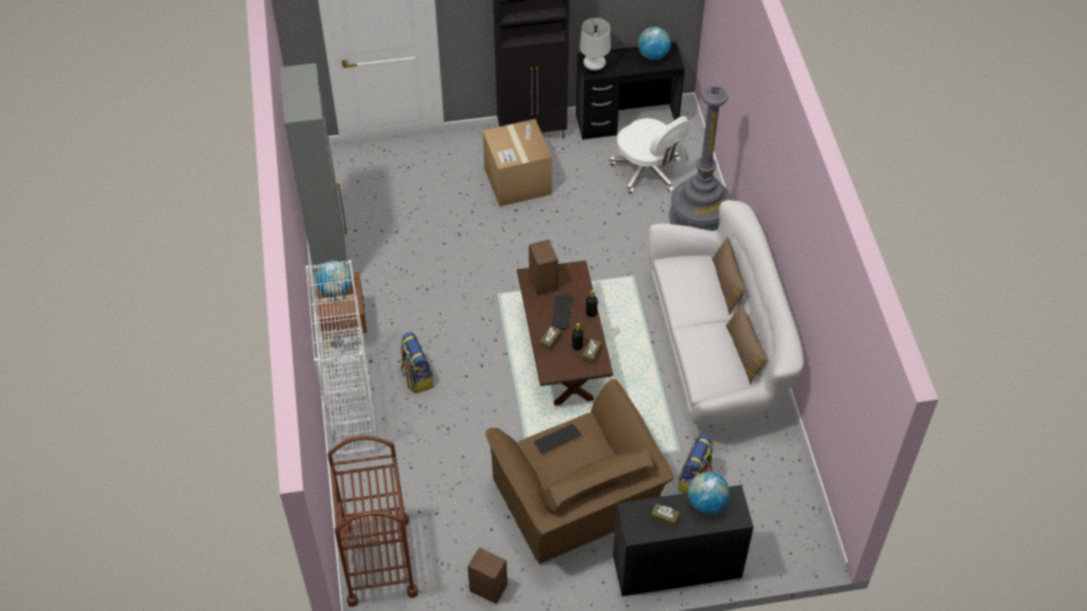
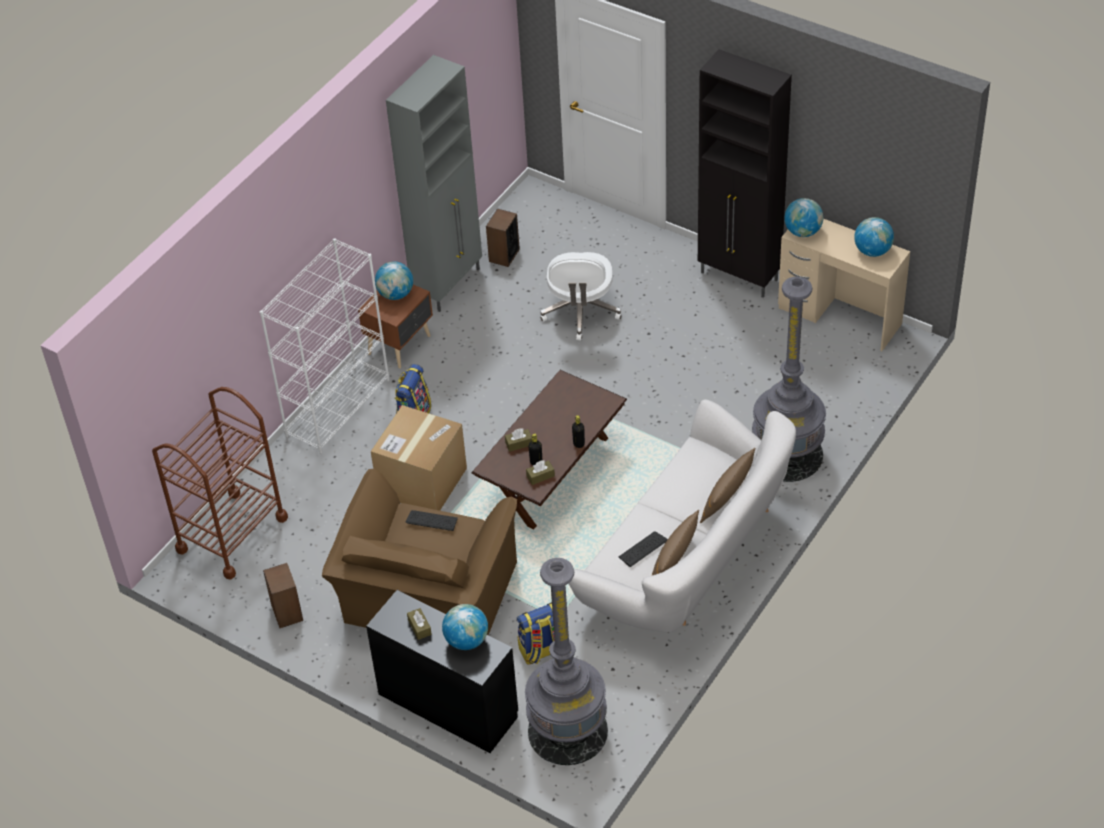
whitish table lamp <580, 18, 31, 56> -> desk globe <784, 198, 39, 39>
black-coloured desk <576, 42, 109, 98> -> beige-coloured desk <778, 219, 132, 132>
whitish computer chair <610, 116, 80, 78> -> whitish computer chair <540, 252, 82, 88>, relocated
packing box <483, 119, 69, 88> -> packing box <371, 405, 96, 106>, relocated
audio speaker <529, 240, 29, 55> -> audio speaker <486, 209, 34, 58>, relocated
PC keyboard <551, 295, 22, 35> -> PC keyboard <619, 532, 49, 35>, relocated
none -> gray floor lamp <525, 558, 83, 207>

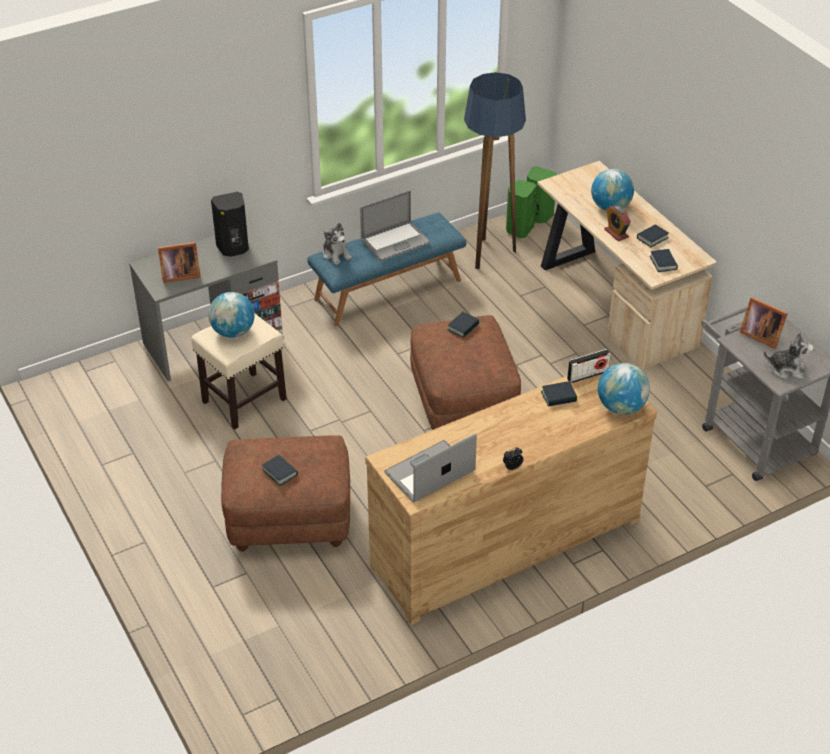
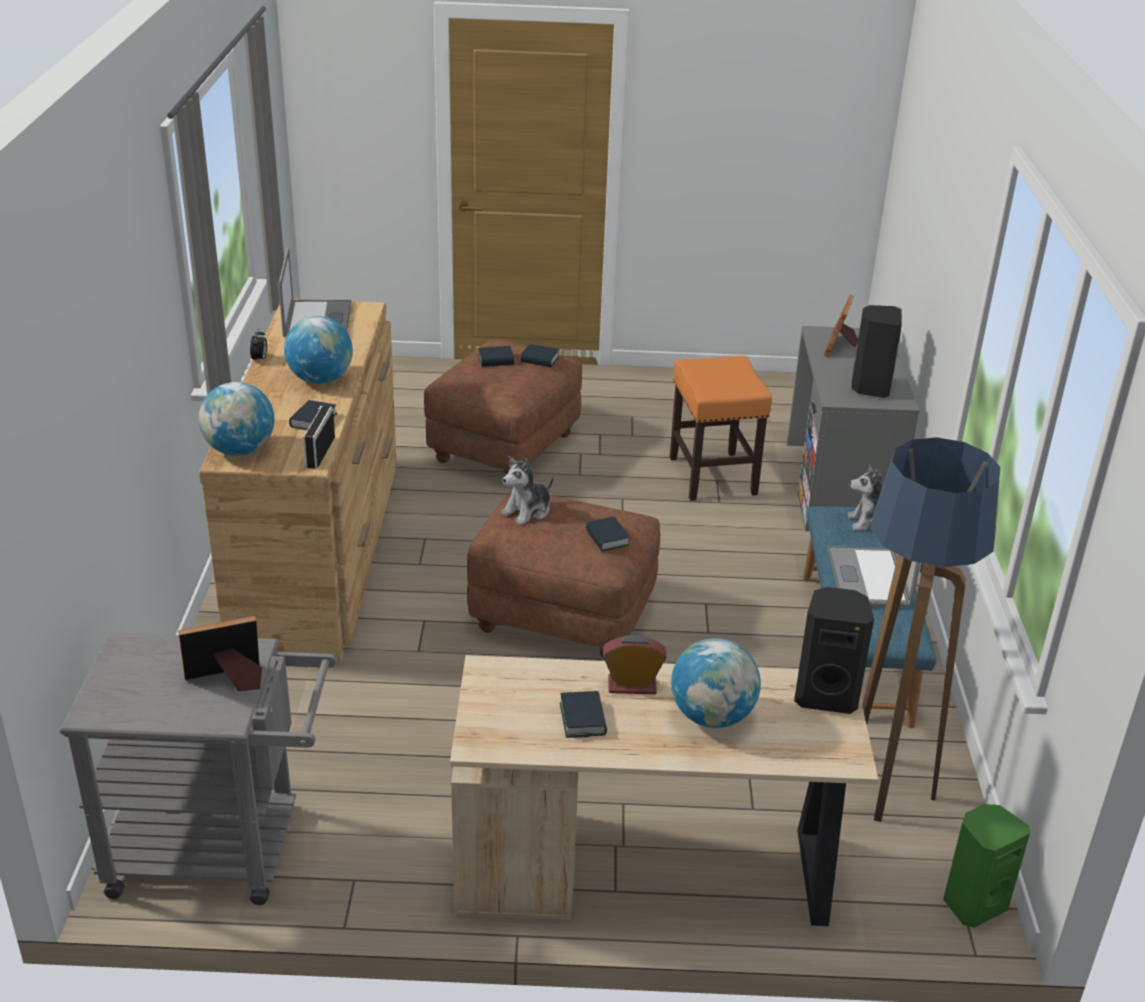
green-coloured audio speaker <506, 180, 31, 58> -> none
book <650, 249, 28, 23> -> book <520, 344, 39, 23>, relocated
desk globe <208, 292, 47, 46> -> desk globe <284, 316, 69, 68>, relocated
beige-coloured sitting stool <191, 314, 96, 116> -> orange-coloured sitting stool <670, 356, 102, 145>
plush toy <764, 332, 50, 47> -> plush toy <501, 456, 52, 69>, relocated
none -> black-coloured audio speaker <794, 587, 80, 127>

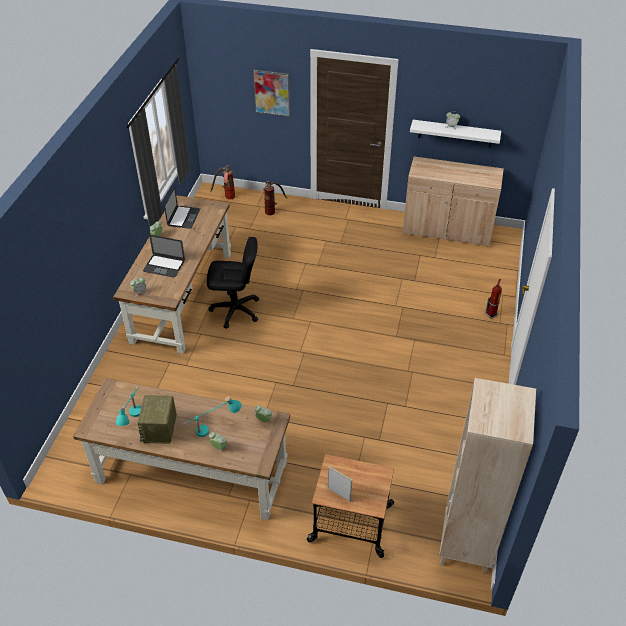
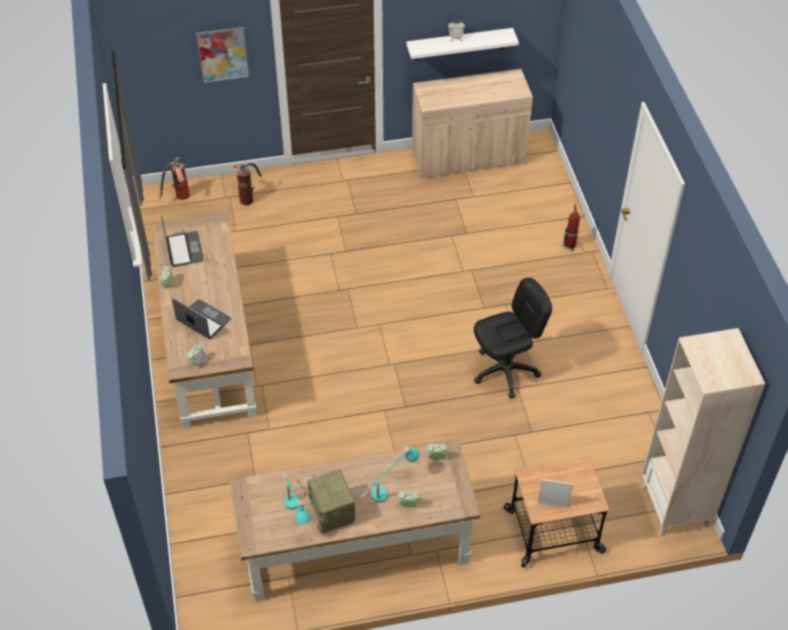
laptop <143, 235, 42, 43> -> laptop <172, 298, 59, 41>, 135 degrees counterclockwise
black-coloured computer chair <207, 237, 52, 92> -> black-coloured computer chair <474, 278, 78, 120>, relocated

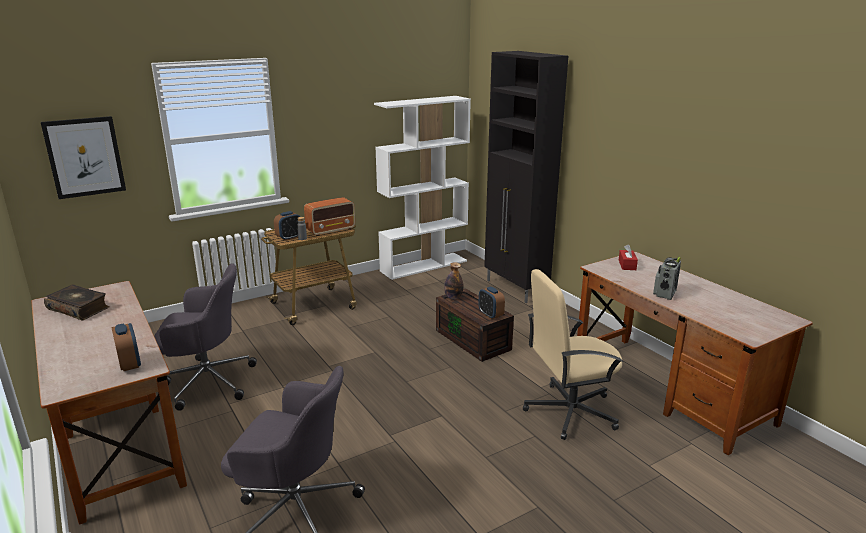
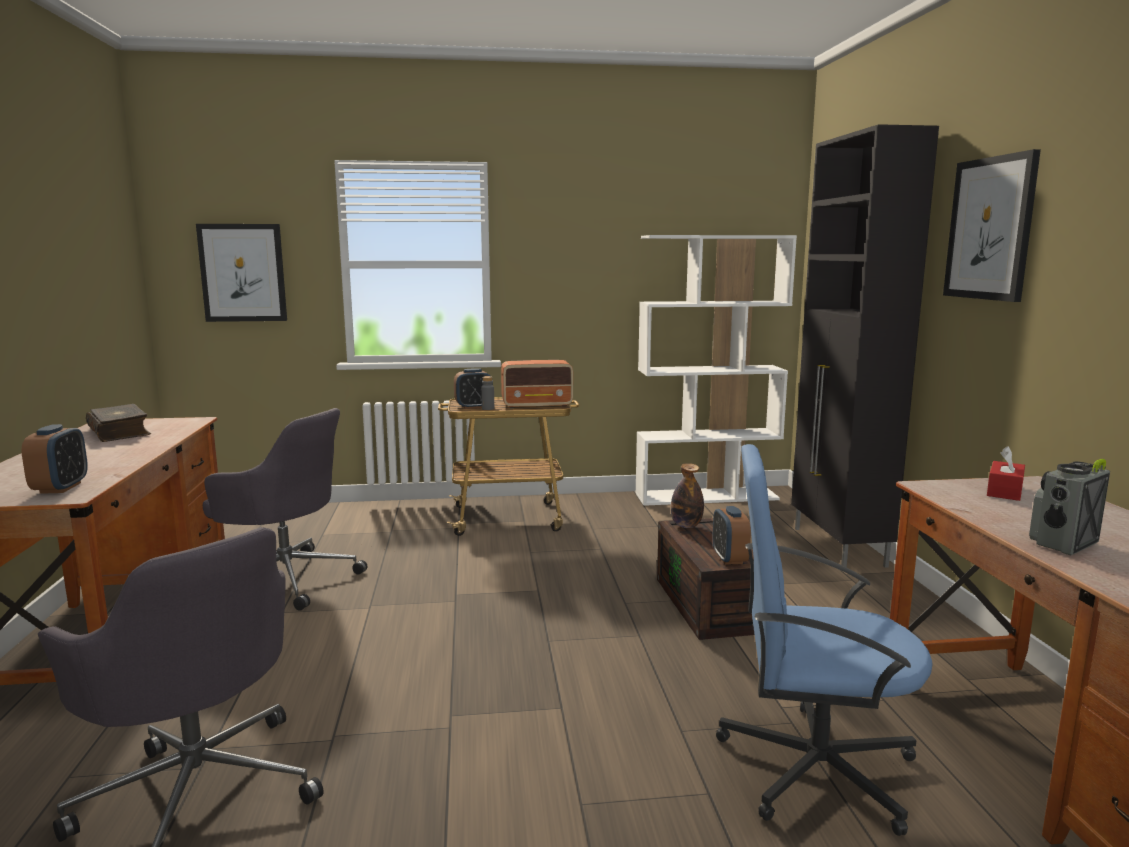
beige-coloured computer chair <523, 269, 100, 171> -> bluish computer chair <716, 444, 217, 392>
none -> wall art <943, 149, 98, 153>

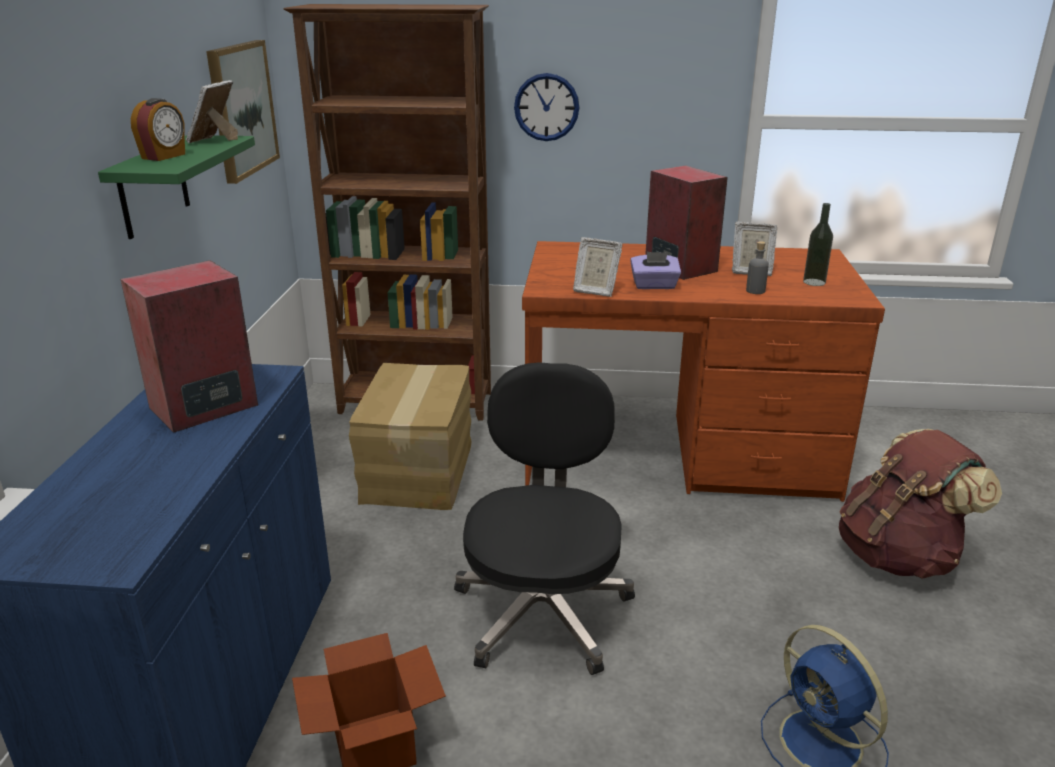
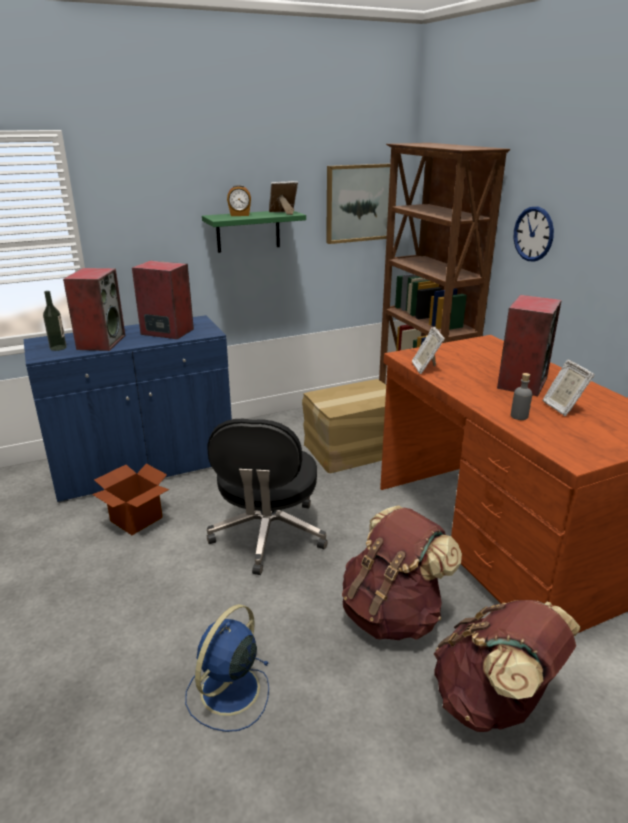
beverage bottle <803, 203, 30, 83> -> beverage bottle <43, 291, 24, 60>, relocated
purple-coloured tissue holder <630, 252, 51, 37> -> none
black-coloured computer chair <454, 362, 181, 313> -> black-coloured computer chair <207, 419, 121, 156>, 120 degrees clockwise
none -> audio speaker <63, 268, 62, 83>
none -> brown backpack <342, 505, 120, 135>

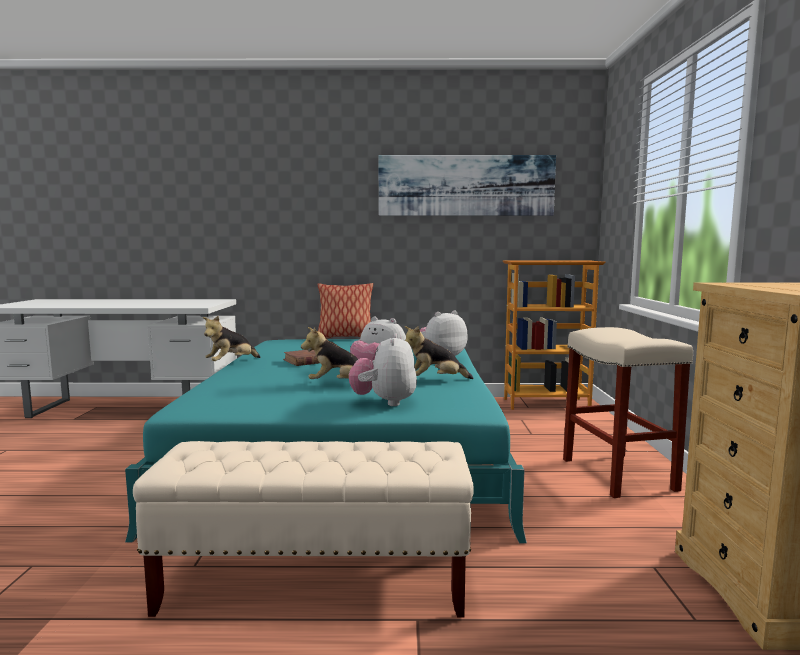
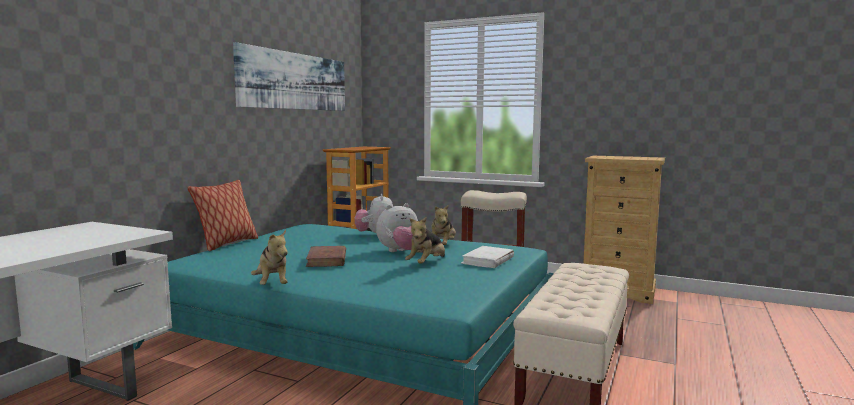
plush toy <349, 333, 68, 73> -> whitish book <461, 246, 53, 22>

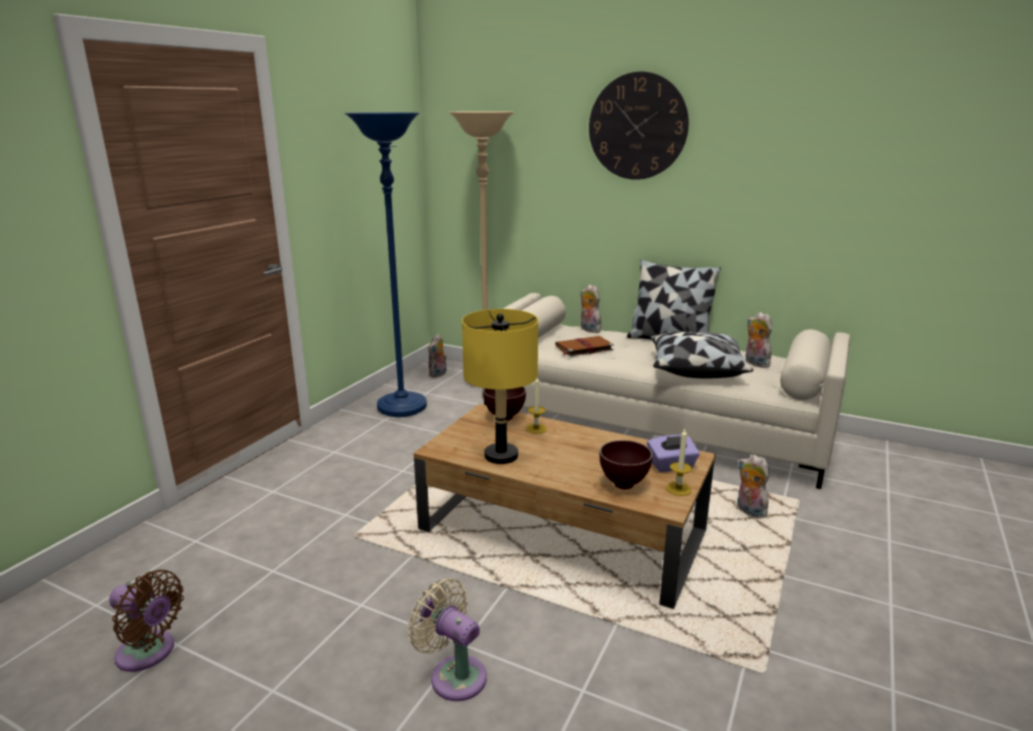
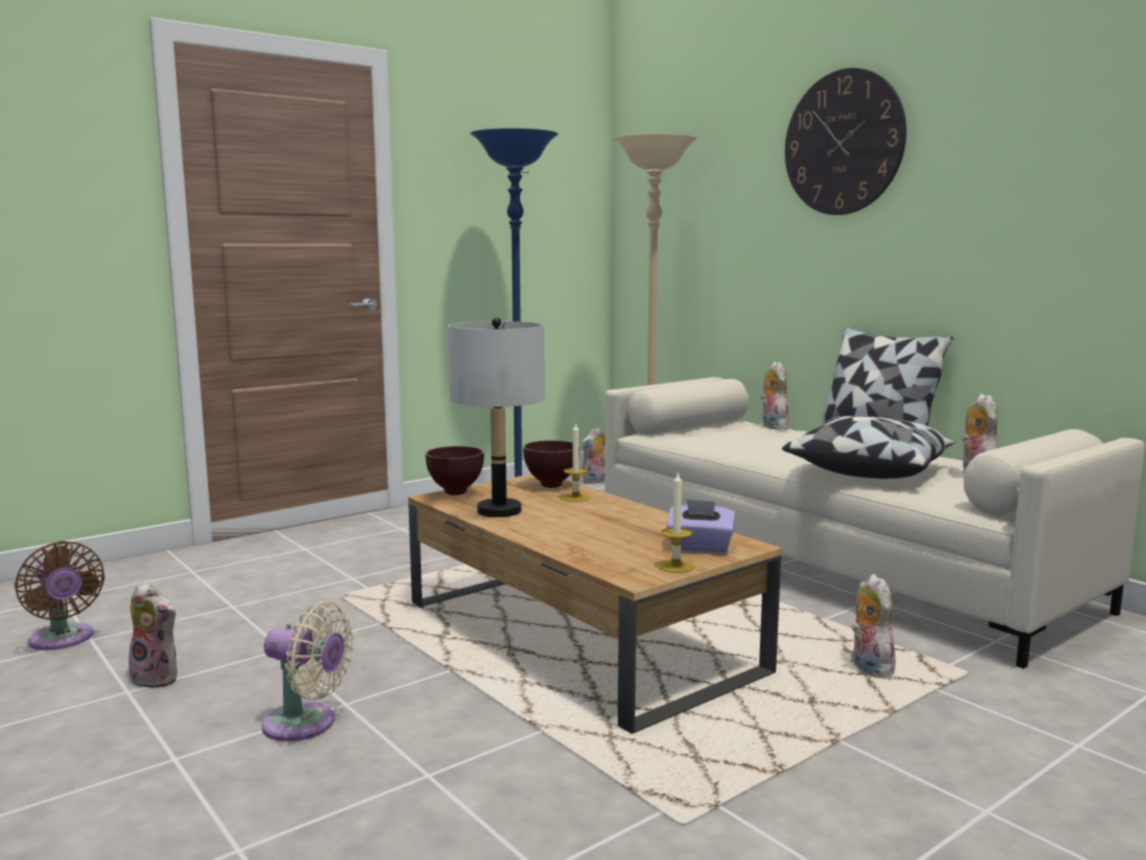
yellowish table lamp <462, 309, 76, 155> -> gray table lamp <448, 317, 97, 200>
brown book <555, 336, 59, 21> -> none
brown bowl <599, 440, 54, 49> -> brown bowl <425, 446, 59, 49>, relocated
beige-coloured cooling fan <408, 578, 79, 123> -> beige-coloured cooling fan <262, 602, 92, 139>, 135 degrees clockwise
none -> plush toy <128, 582, 49, 107>

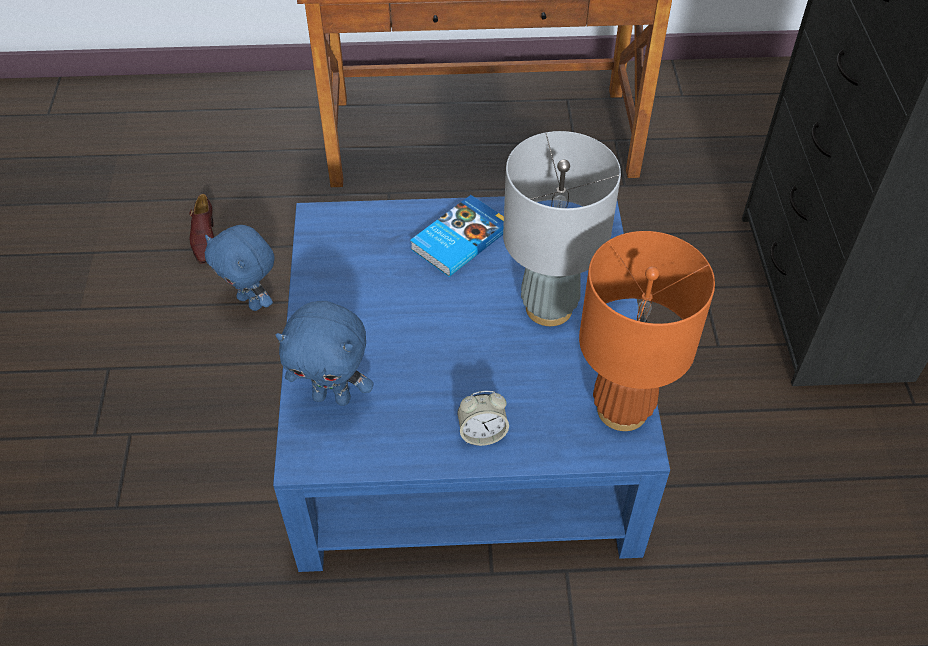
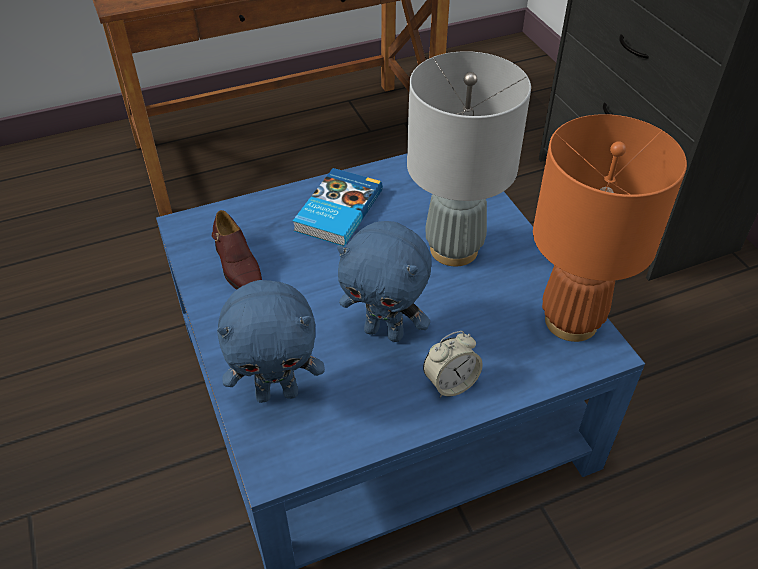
brown low shoe <189, 194, 25, 70> -> brown low shoe <212, 210, 50, 80>, relocated
bluish plush toy <205, 225, 70, 86> -> bluish plush toy <337, 221, 95, 121>, relocated

